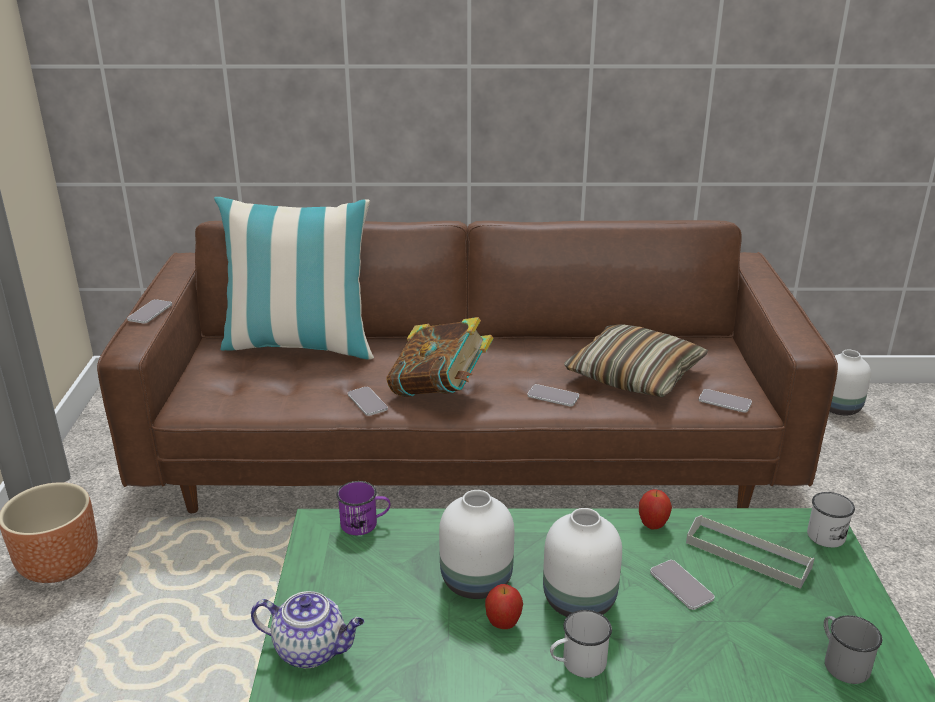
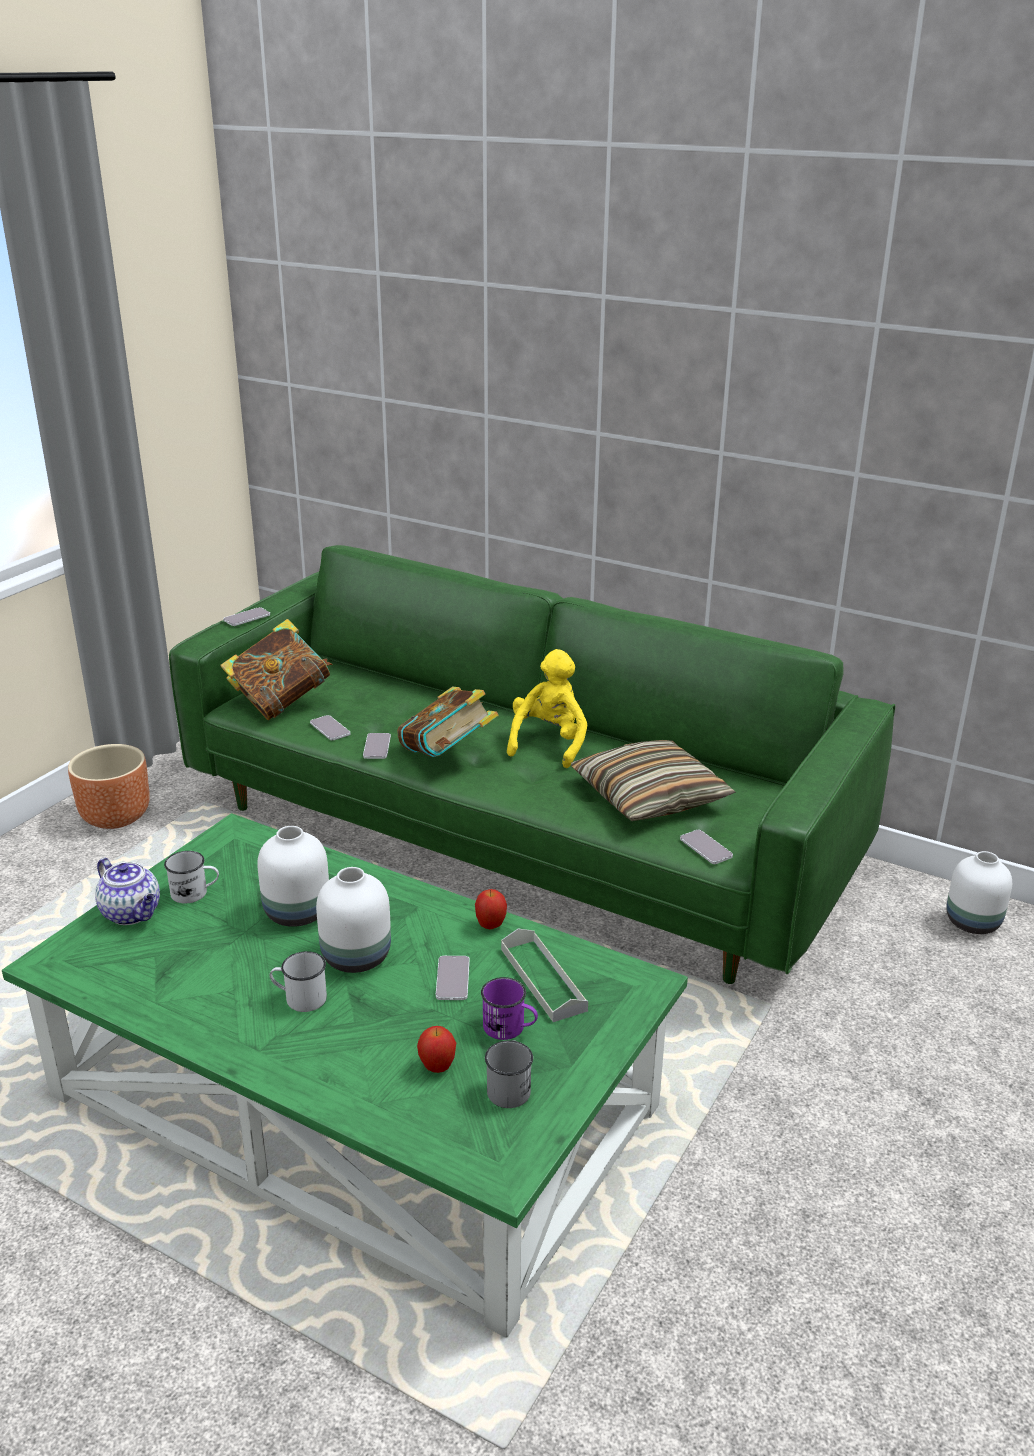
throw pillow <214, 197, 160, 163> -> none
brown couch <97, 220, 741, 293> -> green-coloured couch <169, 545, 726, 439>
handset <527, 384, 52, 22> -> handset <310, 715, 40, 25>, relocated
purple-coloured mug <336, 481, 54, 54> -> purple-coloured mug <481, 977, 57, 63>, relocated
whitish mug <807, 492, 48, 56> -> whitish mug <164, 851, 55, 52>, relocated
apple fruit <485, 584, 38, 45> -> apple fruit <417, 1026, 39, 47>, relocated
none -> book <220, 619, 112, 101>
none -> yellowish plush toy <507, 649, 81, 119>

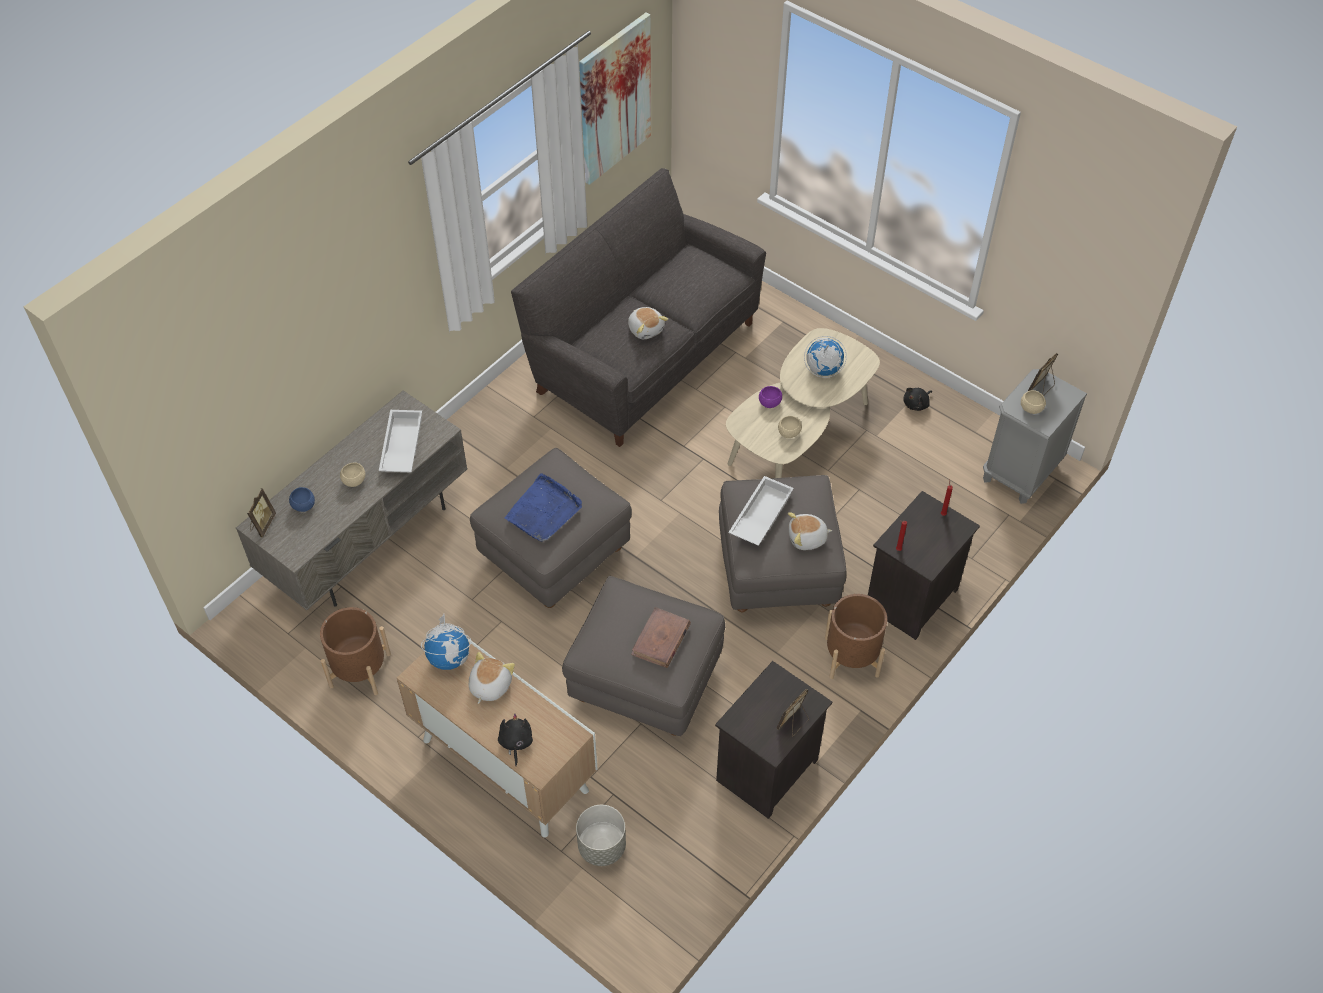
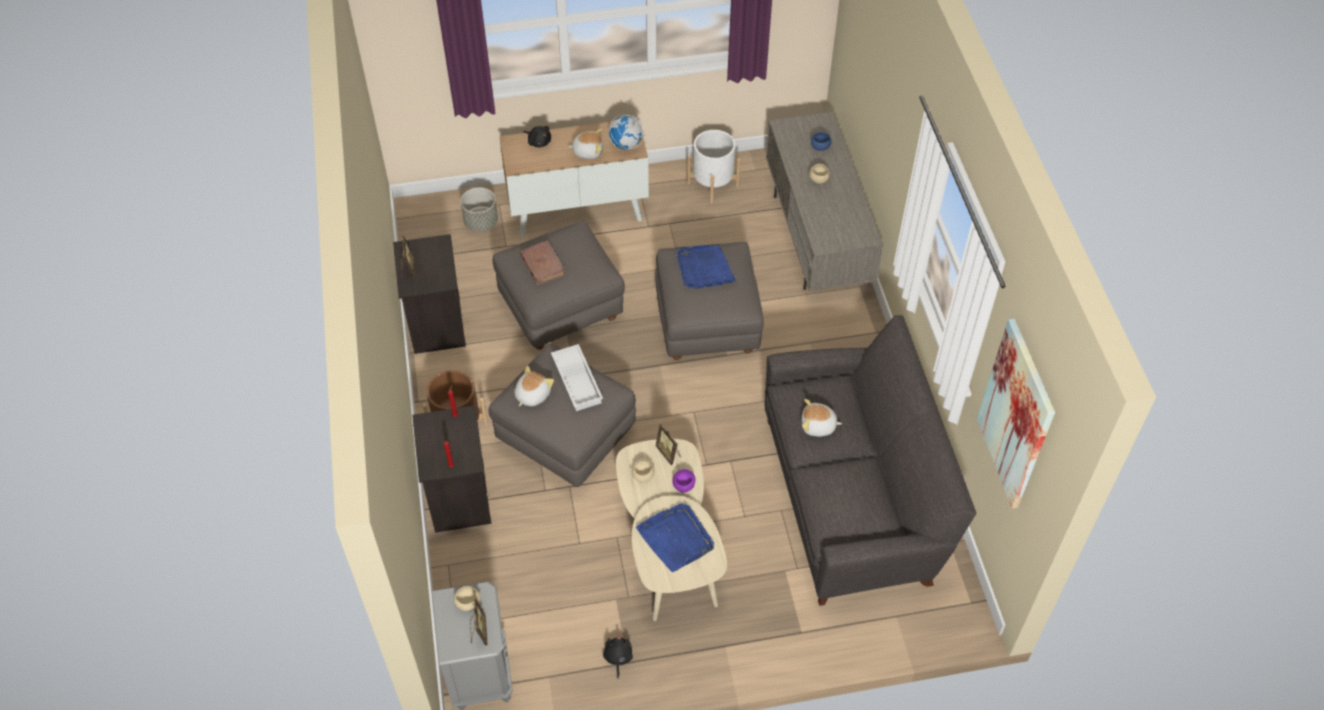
desk globe <804, 336, 43, 42> -> bluish serving tray <636, 504, 78, 68>
whitish serving tray <379, 410, 43, 62> -> none
standing frame <247, 488, 29, 50> -> standing frame <655, 423, 26, 42>, relocated
brown flower pot <320, 607, 71, 88> -> whitish flower pot <687, 130, 53, 74>
plush toy <469, 652, 46, 52> -> plush toy <568, 129, 35, 30>, 60 degrees counterclockwise

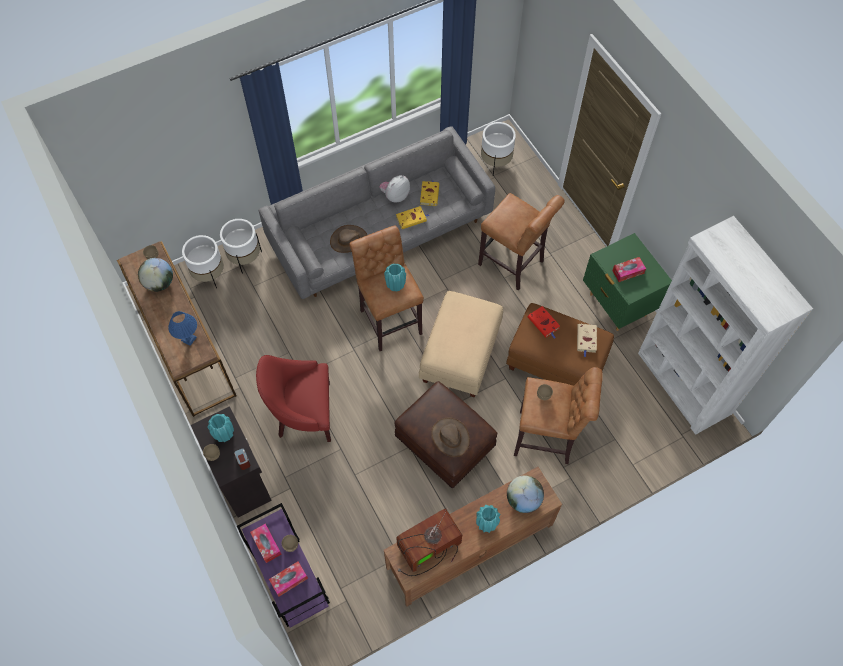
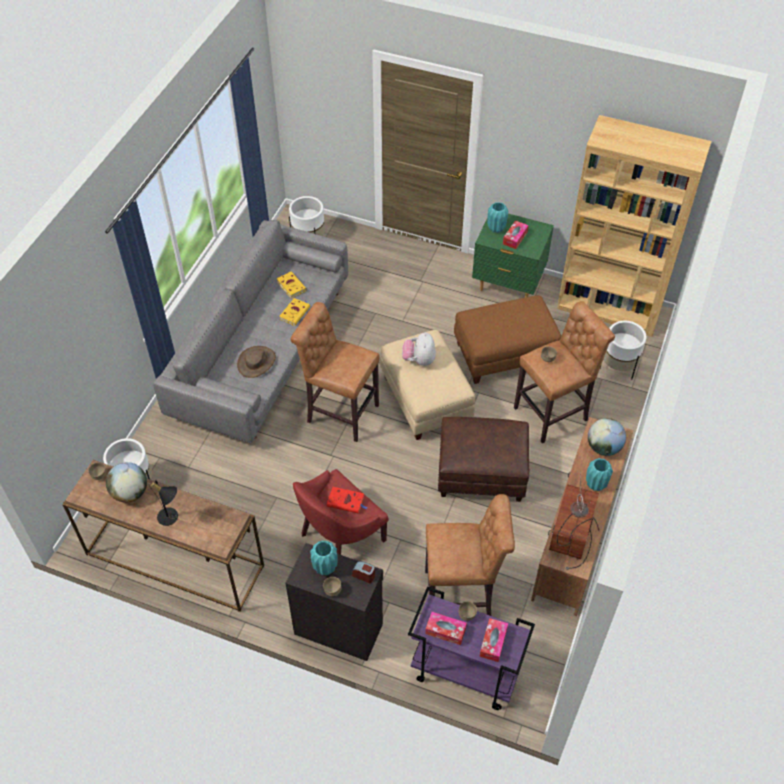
plush toy <380, 175, 30, 28> -> plush toy <402, 332, 34, 34>, relocated
brown sitting stool <478, 193, 87, 98> -> brown sitting stool <425, 494, 90, 122>, relocated
whitish shelving unit <638, 216, 175, 219> -> brown shelving unit <557, 115, 155, 222>
whitish flower pot <220, 219, 42, 55> -> whitish flower pot <600, 321, 46, 58>, relocated
turquoise-coloured vase <384, 264, 22, 27> -> turquoise-coloured vase <488, 202, 20, 31>, relocated
red-coloured book <528, 306, 32, 32> -> red-coloured book <327, 487, 40, 27>, relocated
bluish table lamp <168, 311, 29, 35> -> none
beige-coloured book <577, 324, 20, 33> -> none
brown clothing hat <431, 418, 39, 39> -> none
none -> black-coloured table lamp <149, 479, 29, 47>

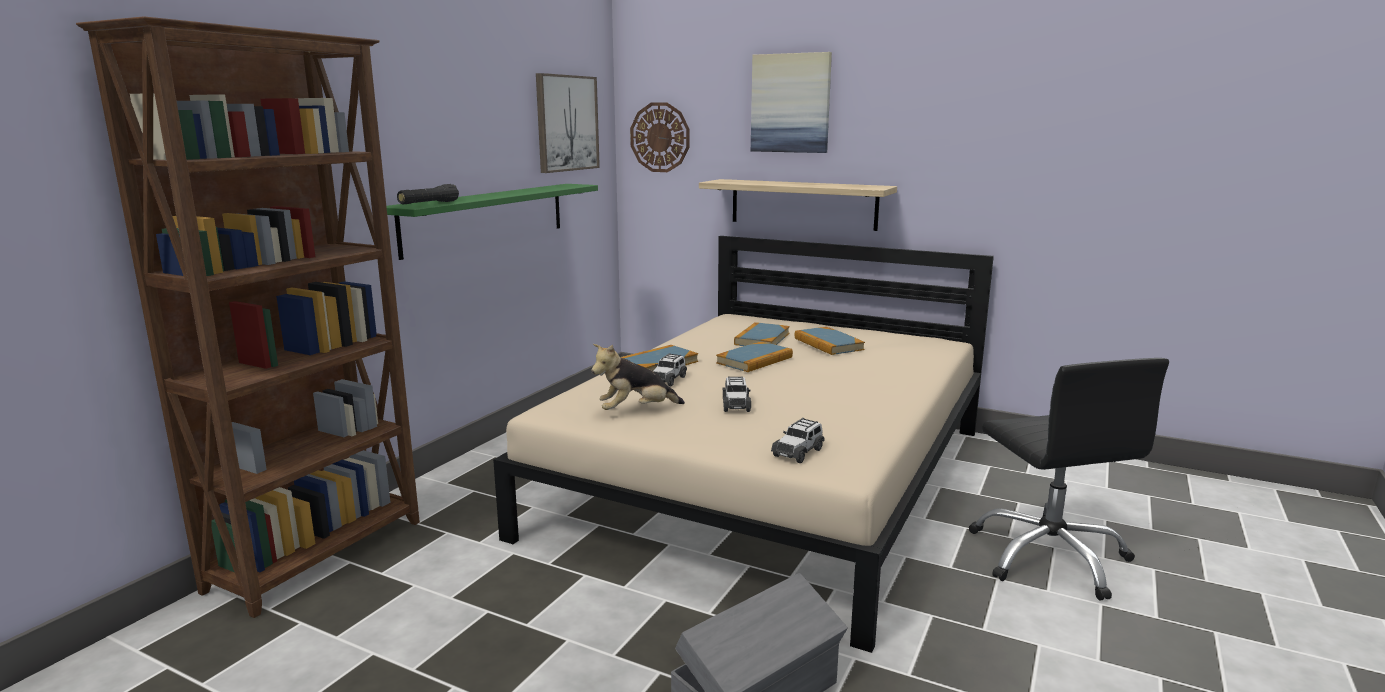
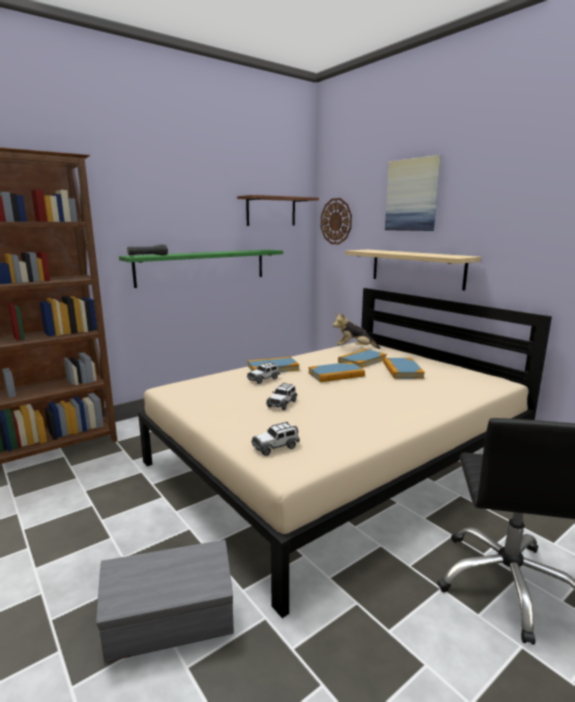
wall art <536, 73, 64, 100> -> brown shelf <237, 195, 82, 31>
plush toy <591, 344, 94, 66> -> plush toy <333, 313, 48, 36>, relocated

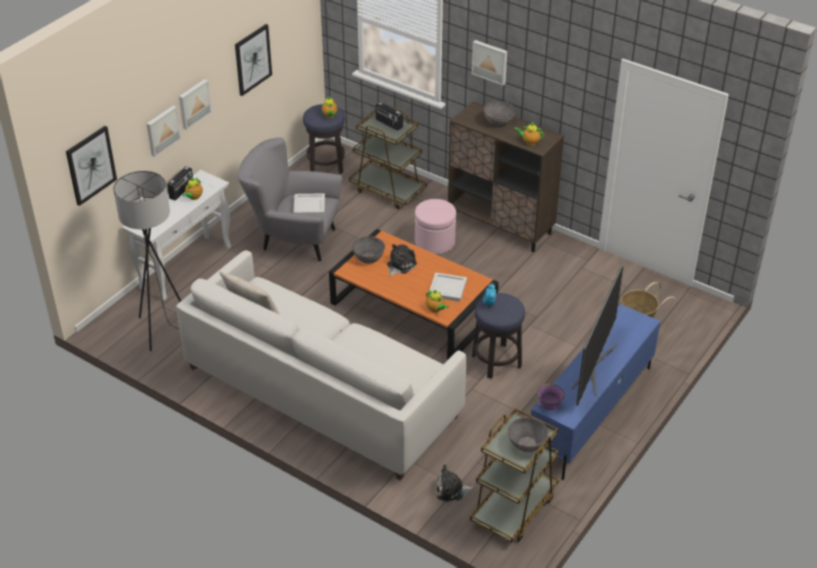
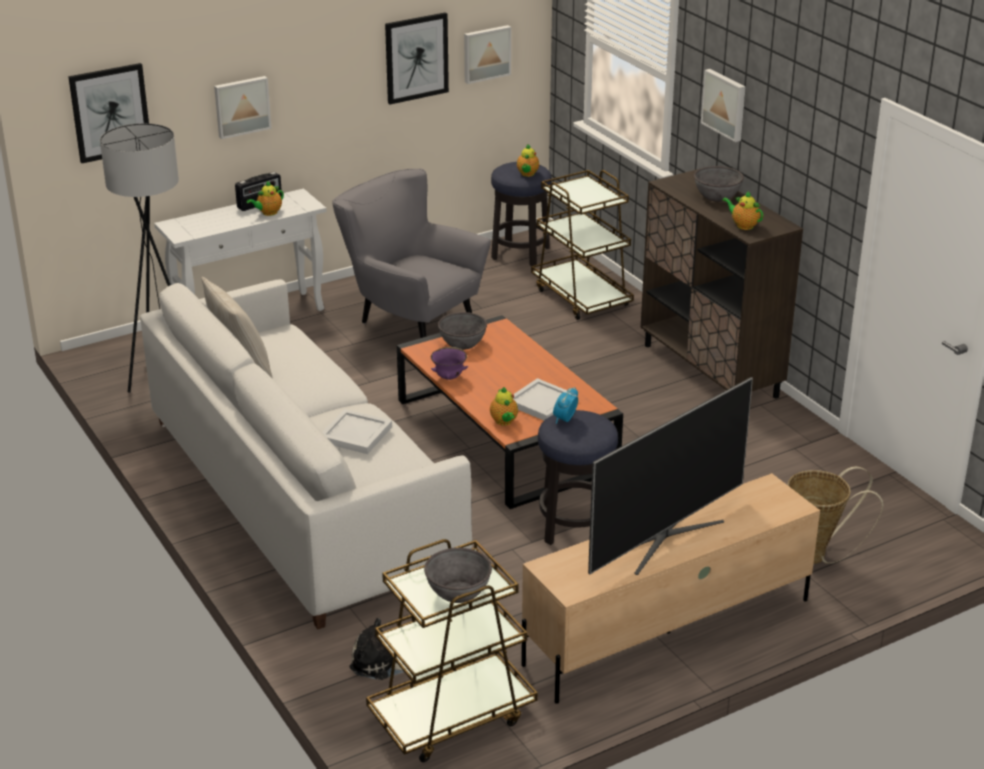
wall art <179, 79, 33, 51> -> wall art <464, 25, 47, 59>, relocated
radio receiver <375, 102, 28, 28> -> none
whitish serving tray <294, 193, 31, 23> -> whitish serving tray <322, 409, 70, 45>, relocated
pink-coloured pouffe <415, 199, 41, 56> -> none
plush toy <387, 244, 30, 33> -> none
bluish media console <531, 304, 129, 176> -> beige-coloured media console <521, 473, 299, 231>
purple-coloured bowl <537, 384, 28, 27> -> purple-coloured bowl <431, 347, 37, 33>, relocated

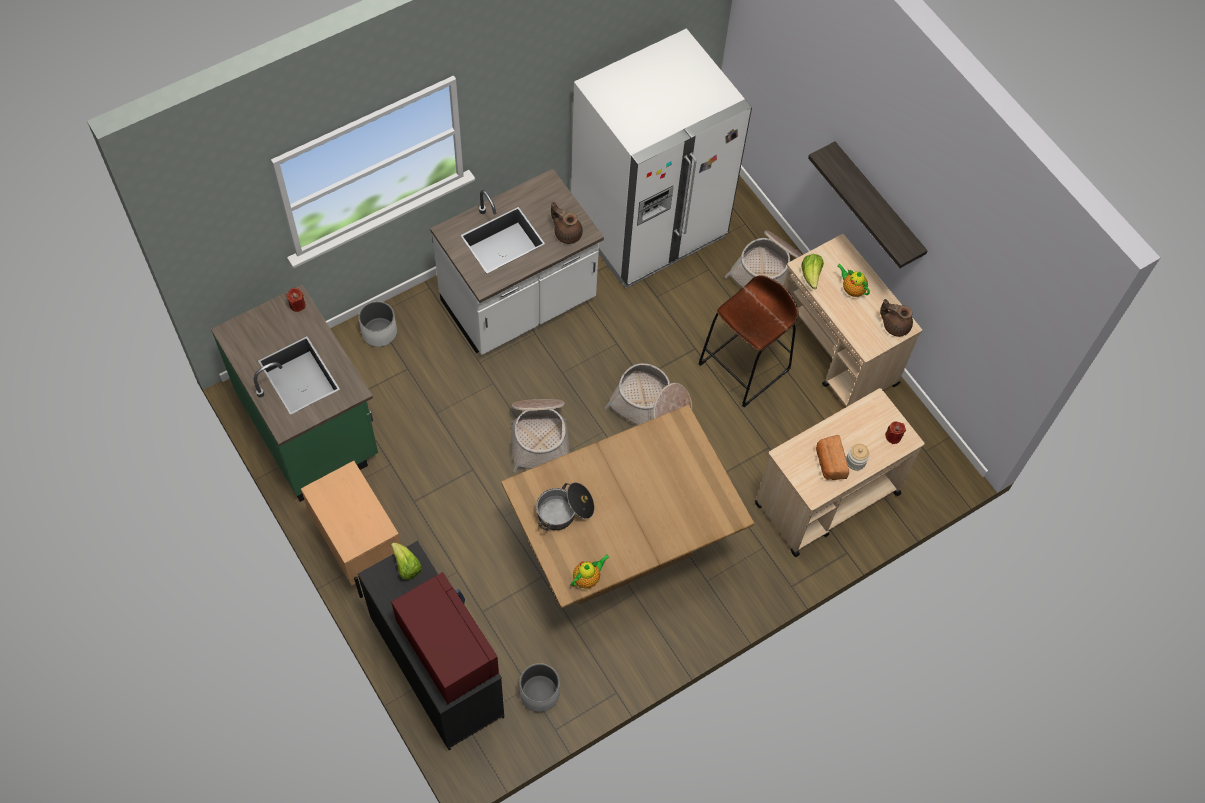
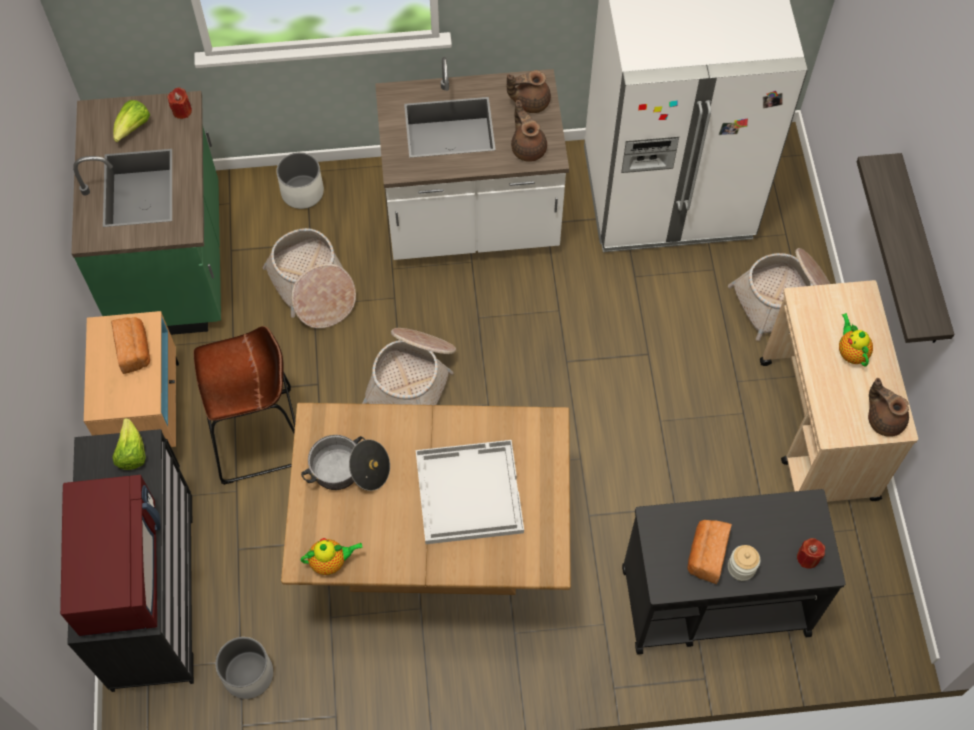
head of lettuce <801, 254, 23, 35> -> head of lettuce <113, 100, 37, 43>, relocated
brown sitting stool <698, 275, 100, 132> -> brown sitting stool <194, 326, 101, 159>, relocated
storage basket <605, 363, 87, 62> -> storage basket <262, 228, 94, 100>, relocated
beige-coloured wheeled cart <755, 388, 170, 169> -> black-coloured wheeled cart <622, 489, 224, 166>
none -> brown pot for tea <507, 70, 44, 43>
none -> baked bread <111, 317, 39, 57>
none -> whitish serving tray <416, 440, 108, 104>

